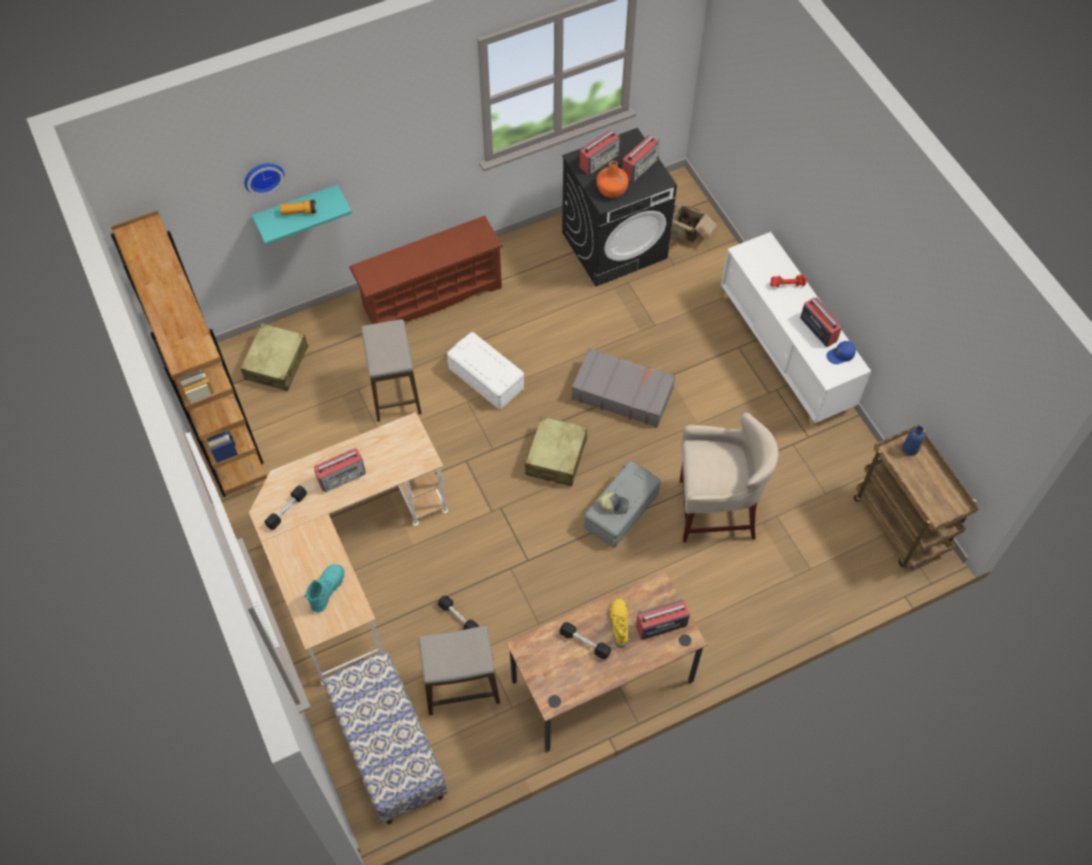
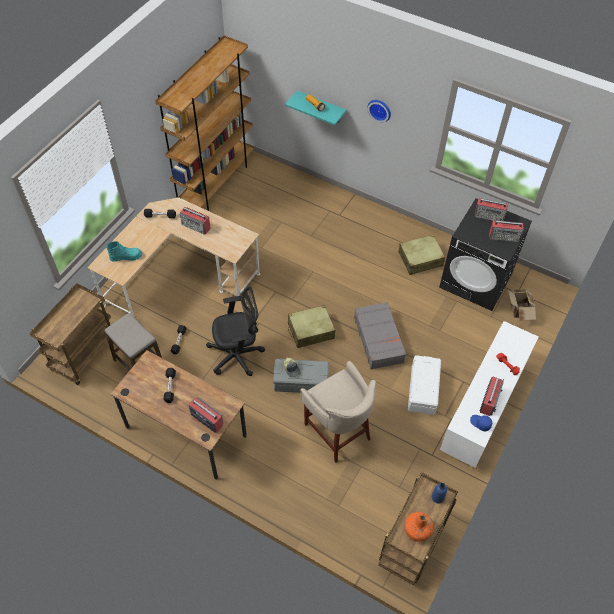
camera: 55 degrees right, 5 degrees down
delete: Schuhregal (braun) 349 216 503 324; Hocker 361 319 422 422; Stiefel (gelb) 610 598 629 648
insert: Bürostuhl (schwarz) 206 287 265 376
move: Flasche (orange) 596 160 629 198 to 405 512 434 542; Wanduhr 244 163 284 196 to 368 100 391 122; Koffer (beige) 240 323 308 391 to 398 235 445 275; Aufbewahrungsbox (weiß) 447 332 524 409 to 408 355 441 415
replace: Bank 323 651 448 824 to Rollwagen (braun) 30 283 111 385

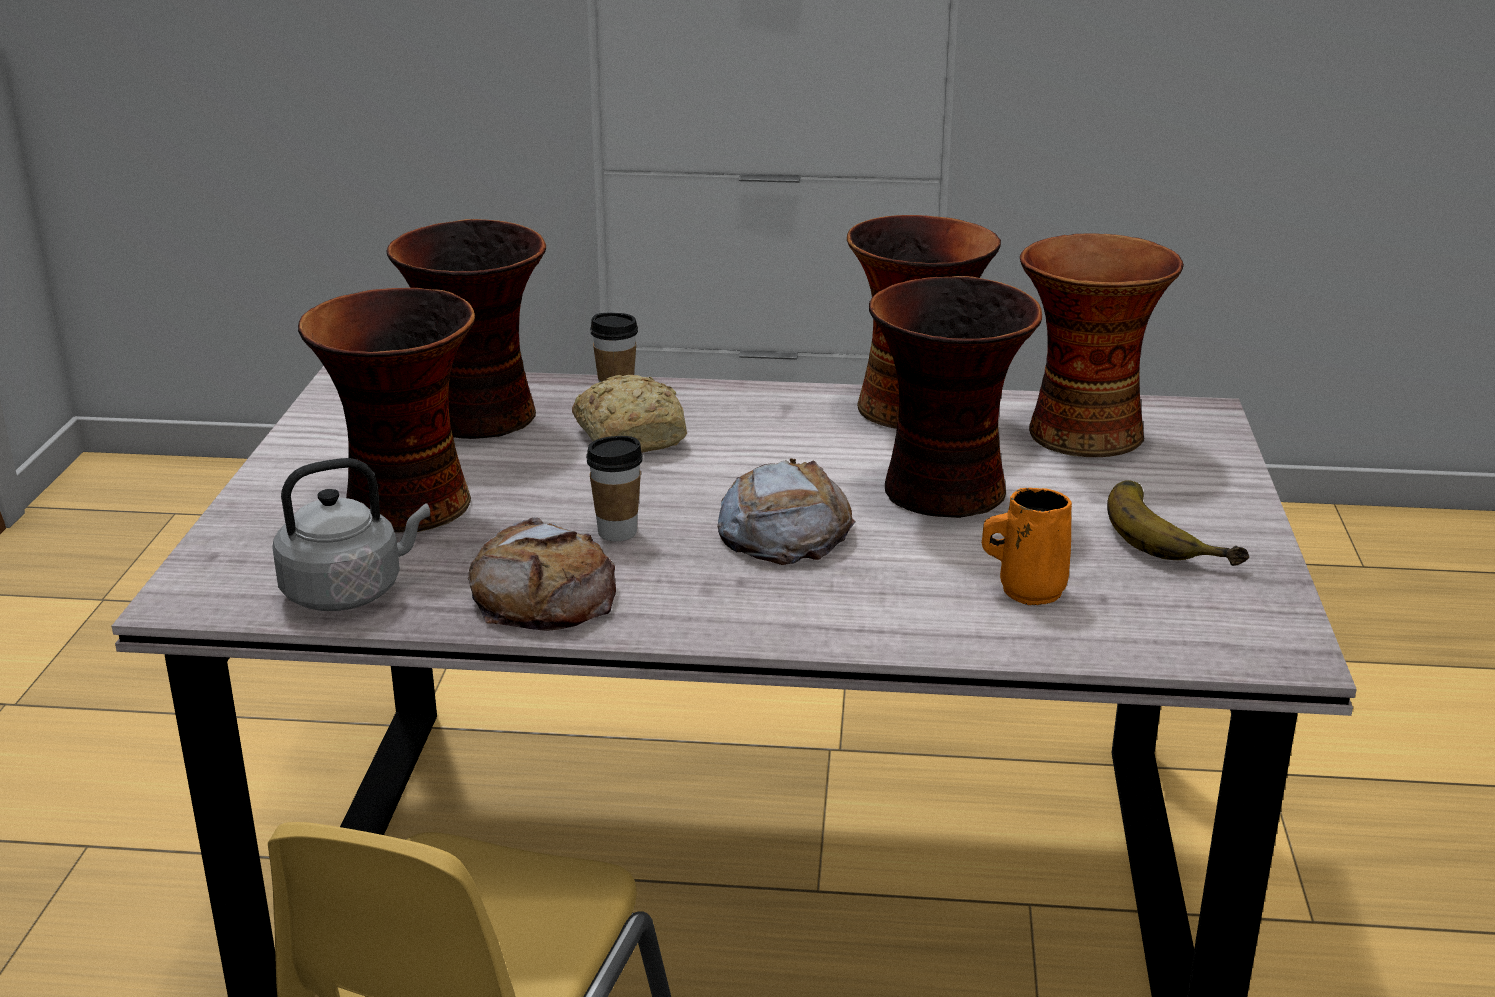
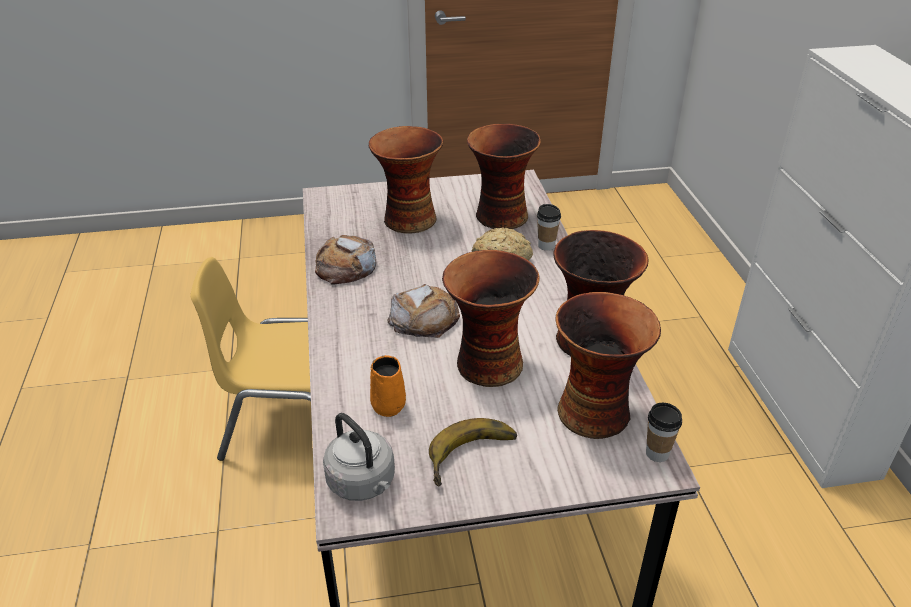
camera: 75 degrees right, 10 degrees up
move: Tasse 586 436 643 541 to 646 403 682 462; Wasserkessel (grau) 272 458 430 611 to 323 413 395 501

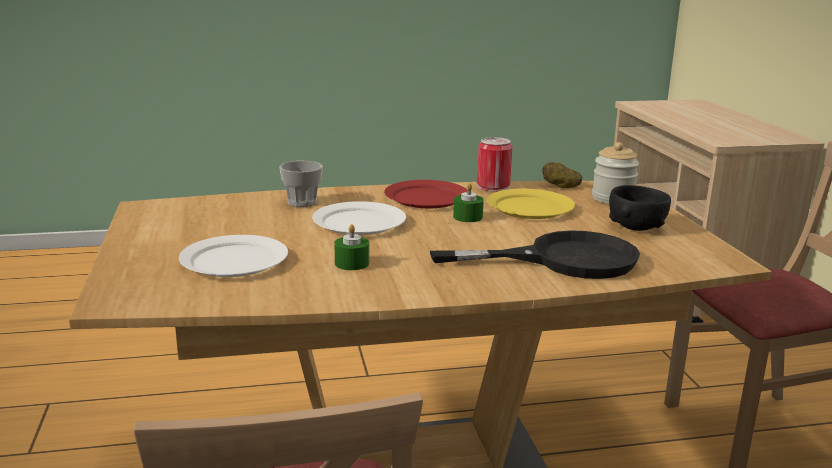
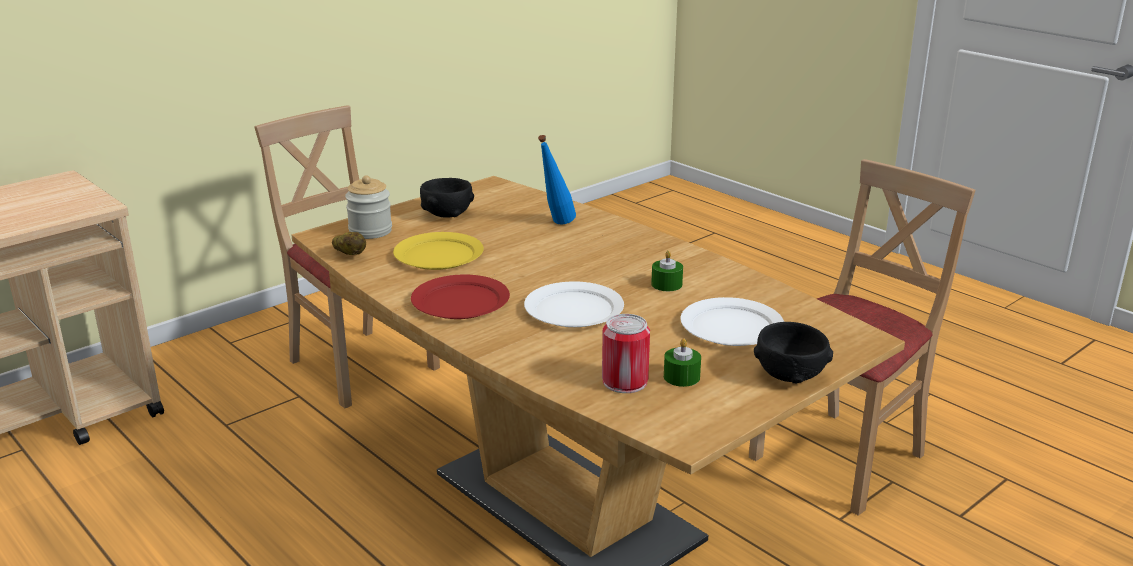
camera: 120 degrees left, 5 degrees up
delete: Tasse 279 161 323 207
insert: Schüssel (schwarz) 754 322 833 384
move: Dose 477 137 512 192 to 602 314 650 393; Kerze (grün) 453 183 484 222 to 664 338 701 387
replace: Pfanne (schwarz) 430 230 640 279 to Flasche (blau) 538 135 576 225

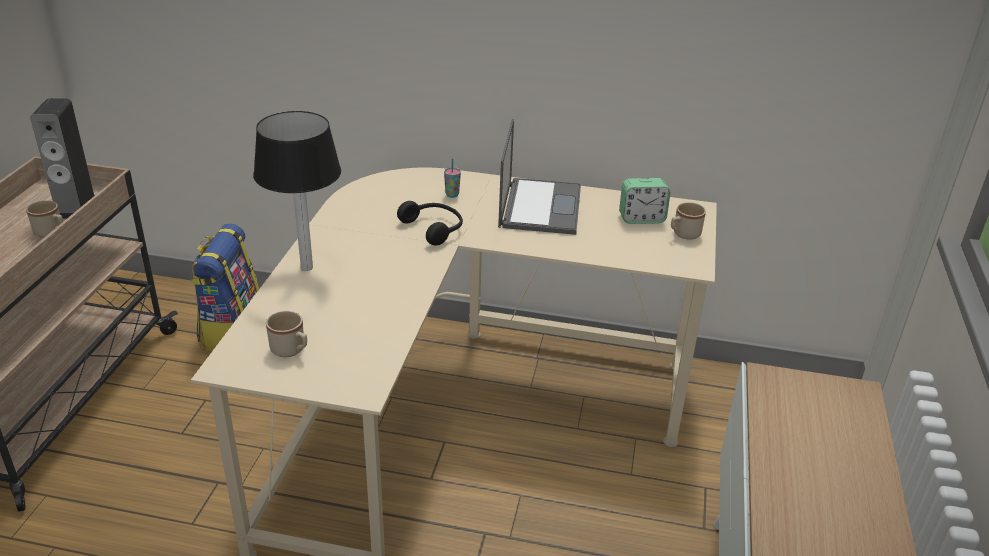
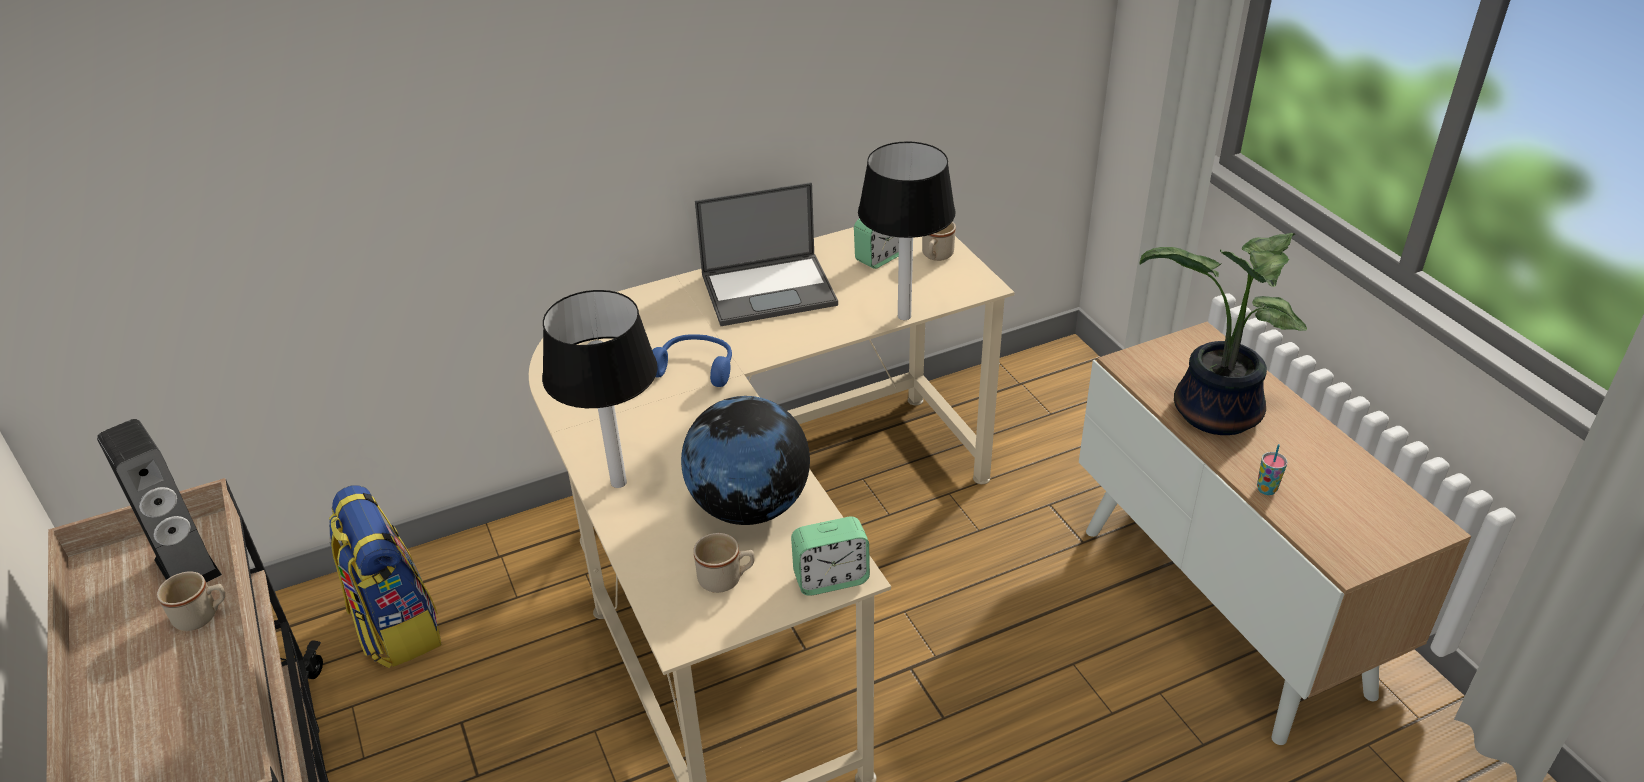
camera: 35 degrees left, 5 degrees up
insert: Tischlampe 858 141 955 320; Topfpflanze 1140 233 1307 435; Globus 681 396 810 525; Wecker 791 517 870 596
move: Tasse 444 158 461 198 to 1257 444 1287 495
recolor: Kopfhörer (schwarz) 397 201 463 246 to Kopfhörer (blau) 652 334 732 387
rotate: Laptop 498 119 581 235 = 695 182 838 326 105 degrees clockwise

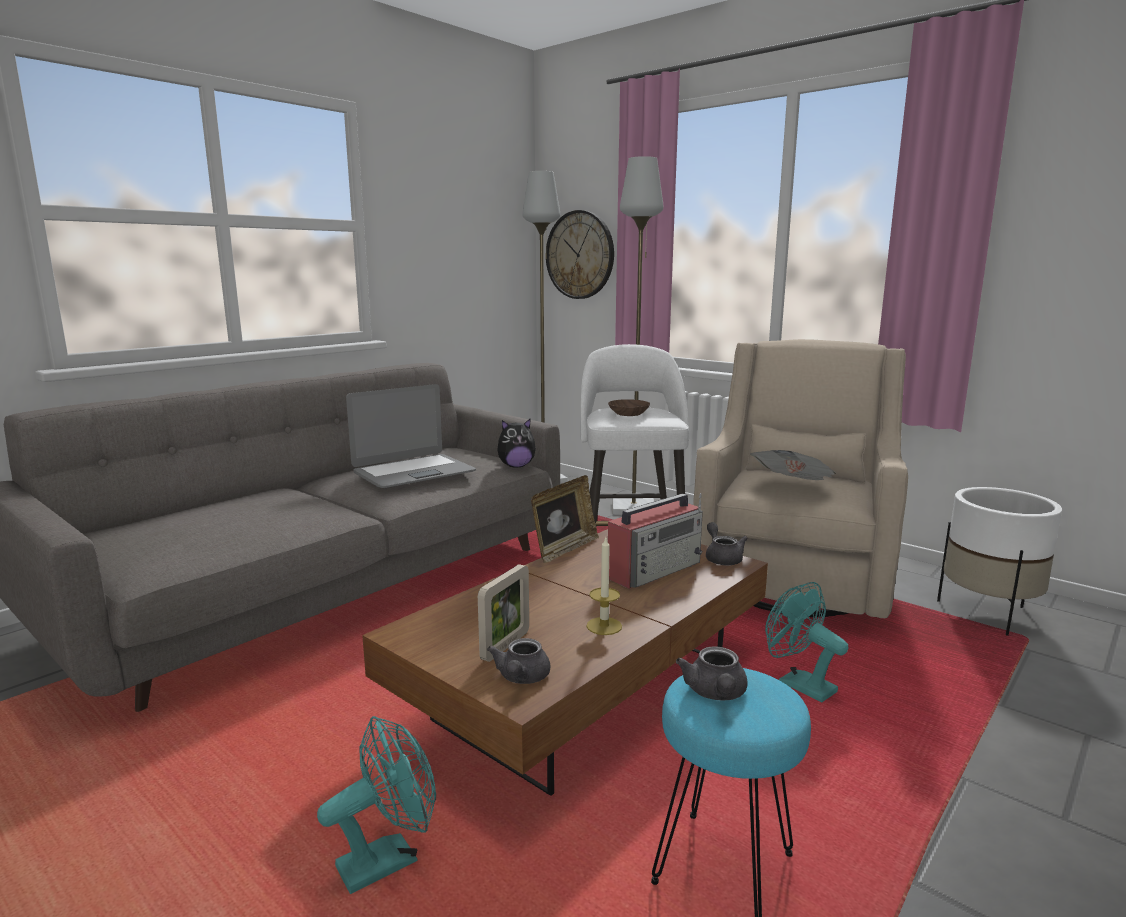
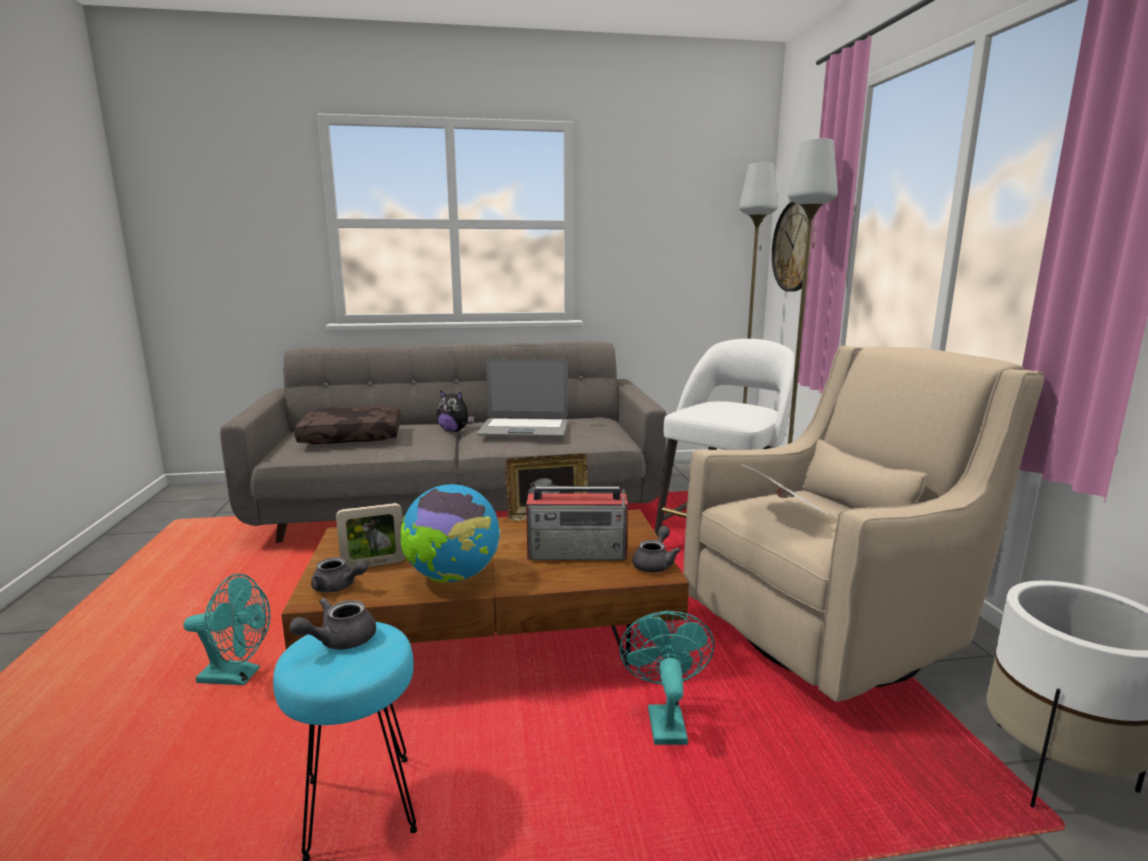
camera: 40 degrees right, 0 degrees up
delete: Schüssel (braun) 608 399 650 416
insert: Kissen (braun) 294 406 401 444
move: Plüschtier 497 418 536 468 to 436 390 474 432
replace: Kerze 586 538 622 635 to Globus 400 484 501 583
rotate: Teekanne (grau) 487 638 551 684 = 311 557 368 593 120 degrees counterclockwise

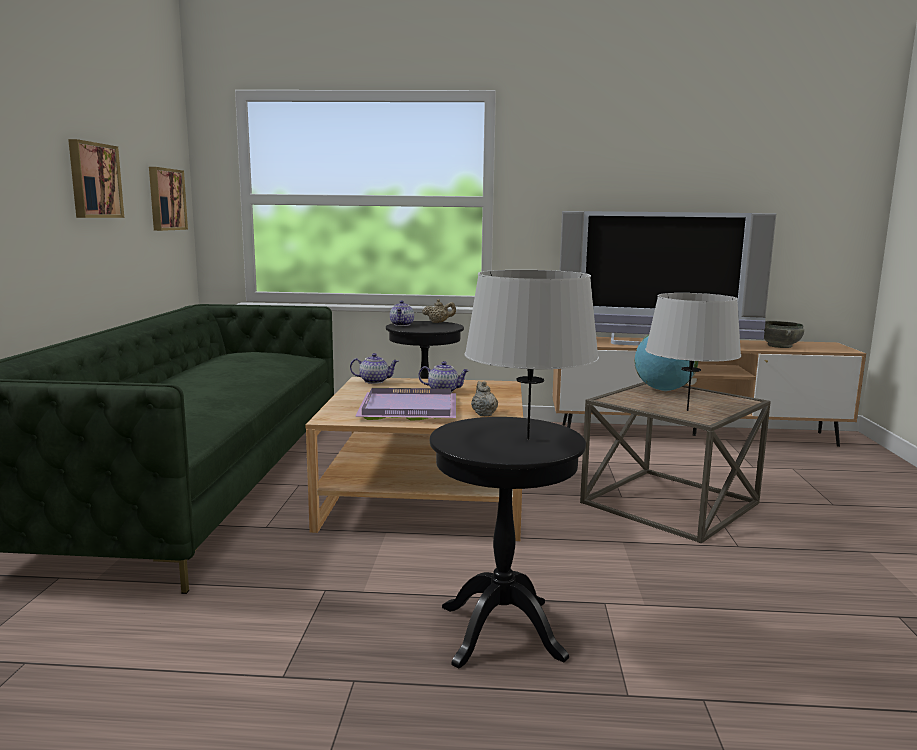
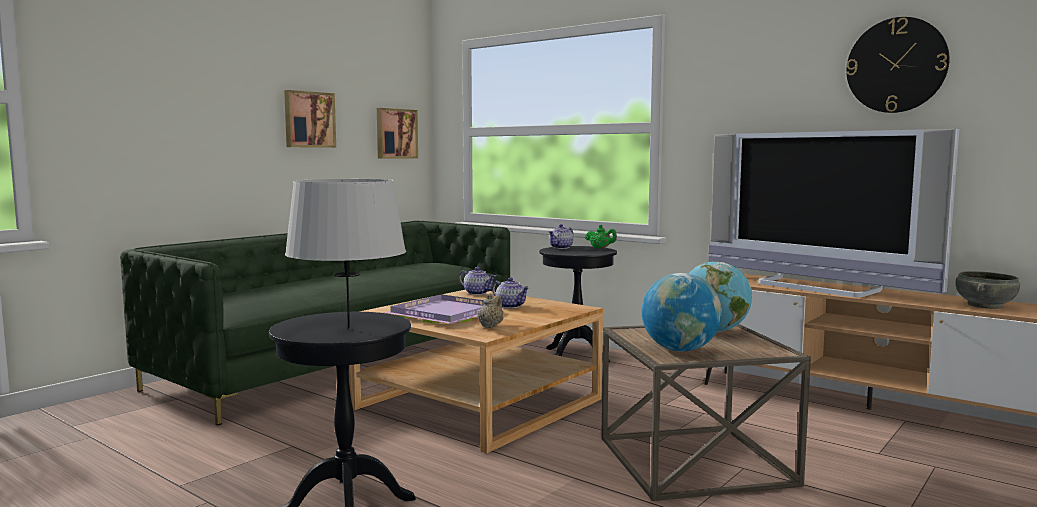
camera: 35 degrees right, 5 degrees down
insert: Wanduhr 846 17 950 113
replace: Tischlampe (grau) 645 293 741 411 to Globus 642 273 722 352
recolor: Teekanne (beige) 422 299 456 323 to Teekanne (grün) 585 225 617 249

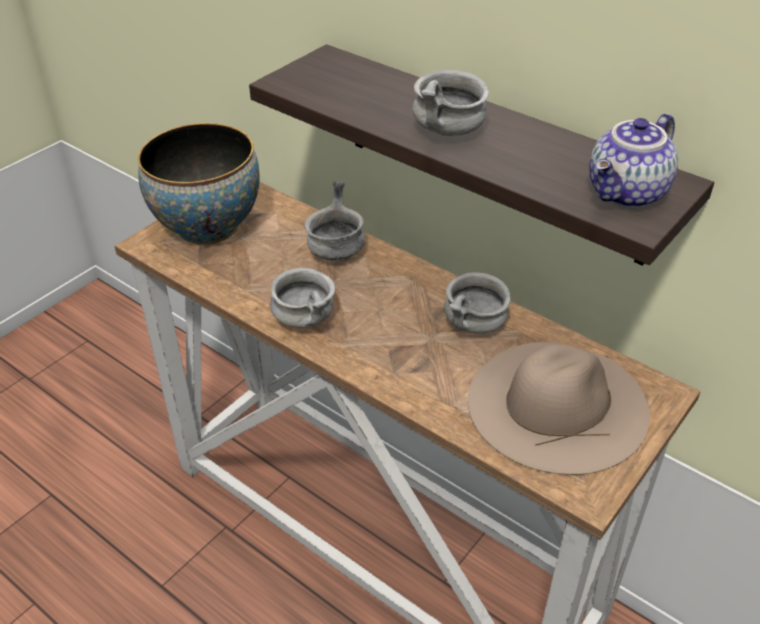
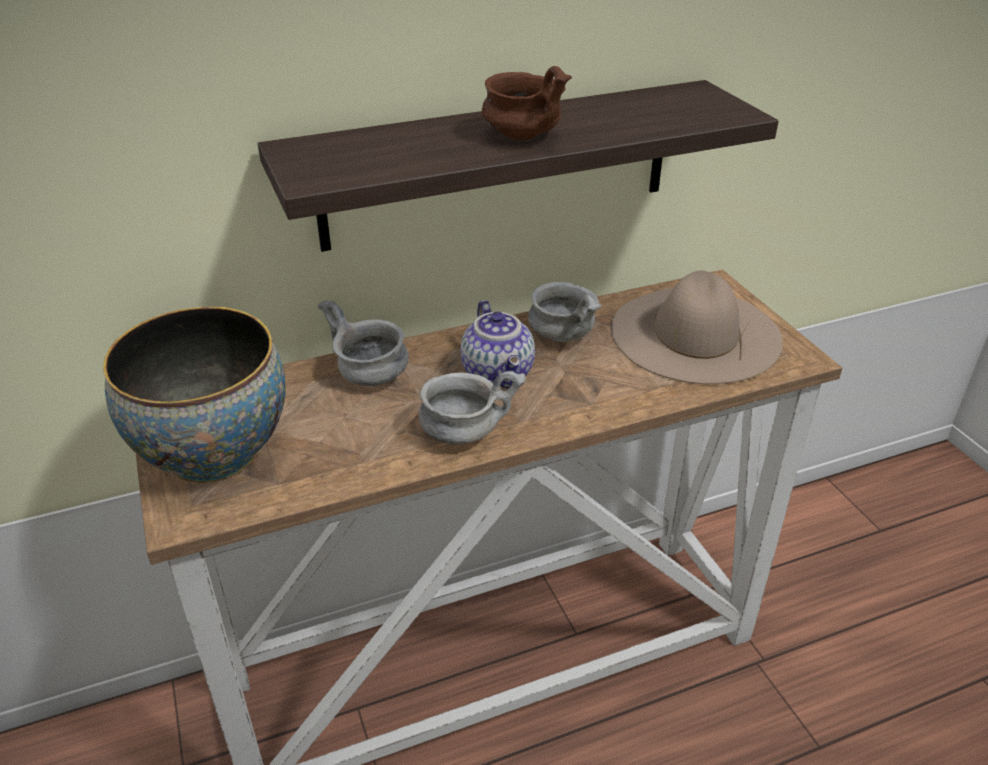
camera: 60 degrees left, 5 degrees down
move: Teekanne 589 113 678 208 to 461 300 535 389
recolor: Schüssel (grau) 412 70 489 136 to Schüssel (braun) 482 66 572 140

